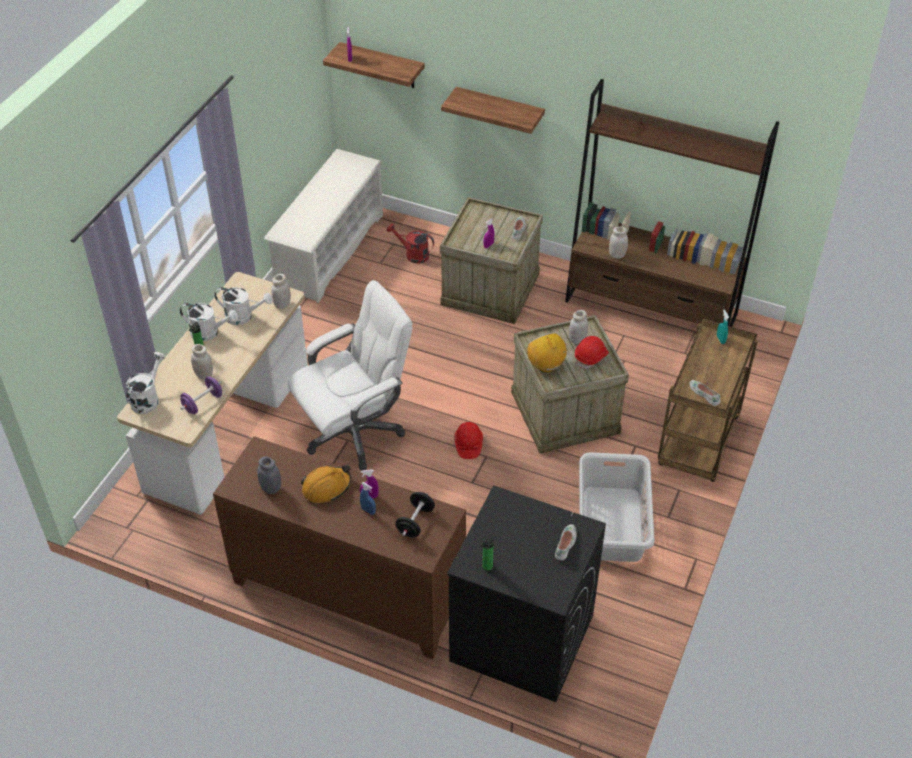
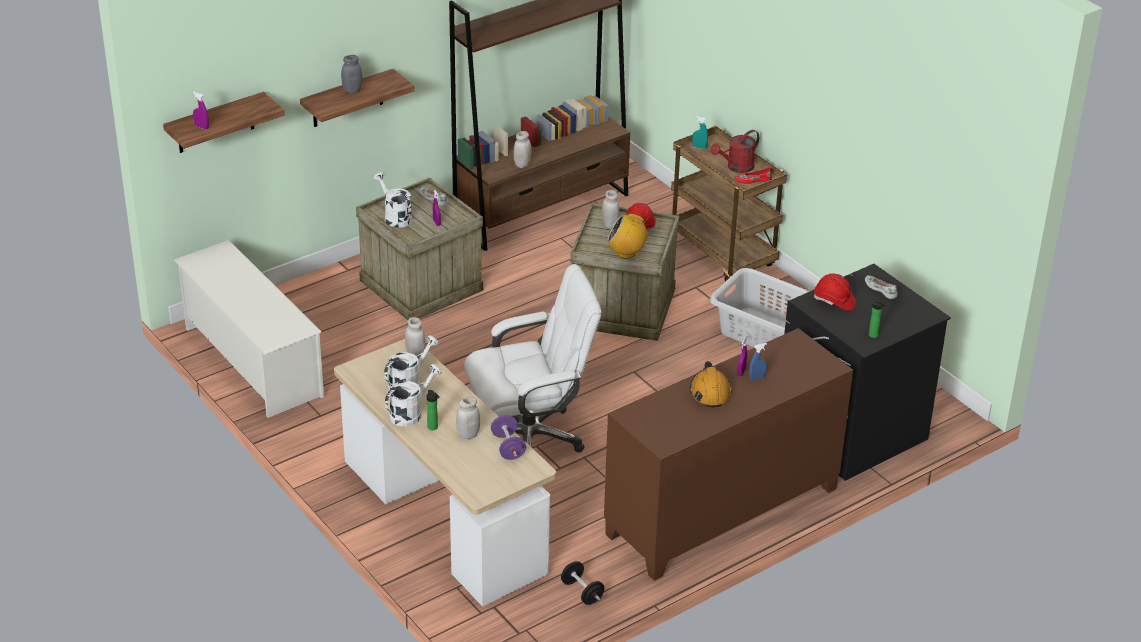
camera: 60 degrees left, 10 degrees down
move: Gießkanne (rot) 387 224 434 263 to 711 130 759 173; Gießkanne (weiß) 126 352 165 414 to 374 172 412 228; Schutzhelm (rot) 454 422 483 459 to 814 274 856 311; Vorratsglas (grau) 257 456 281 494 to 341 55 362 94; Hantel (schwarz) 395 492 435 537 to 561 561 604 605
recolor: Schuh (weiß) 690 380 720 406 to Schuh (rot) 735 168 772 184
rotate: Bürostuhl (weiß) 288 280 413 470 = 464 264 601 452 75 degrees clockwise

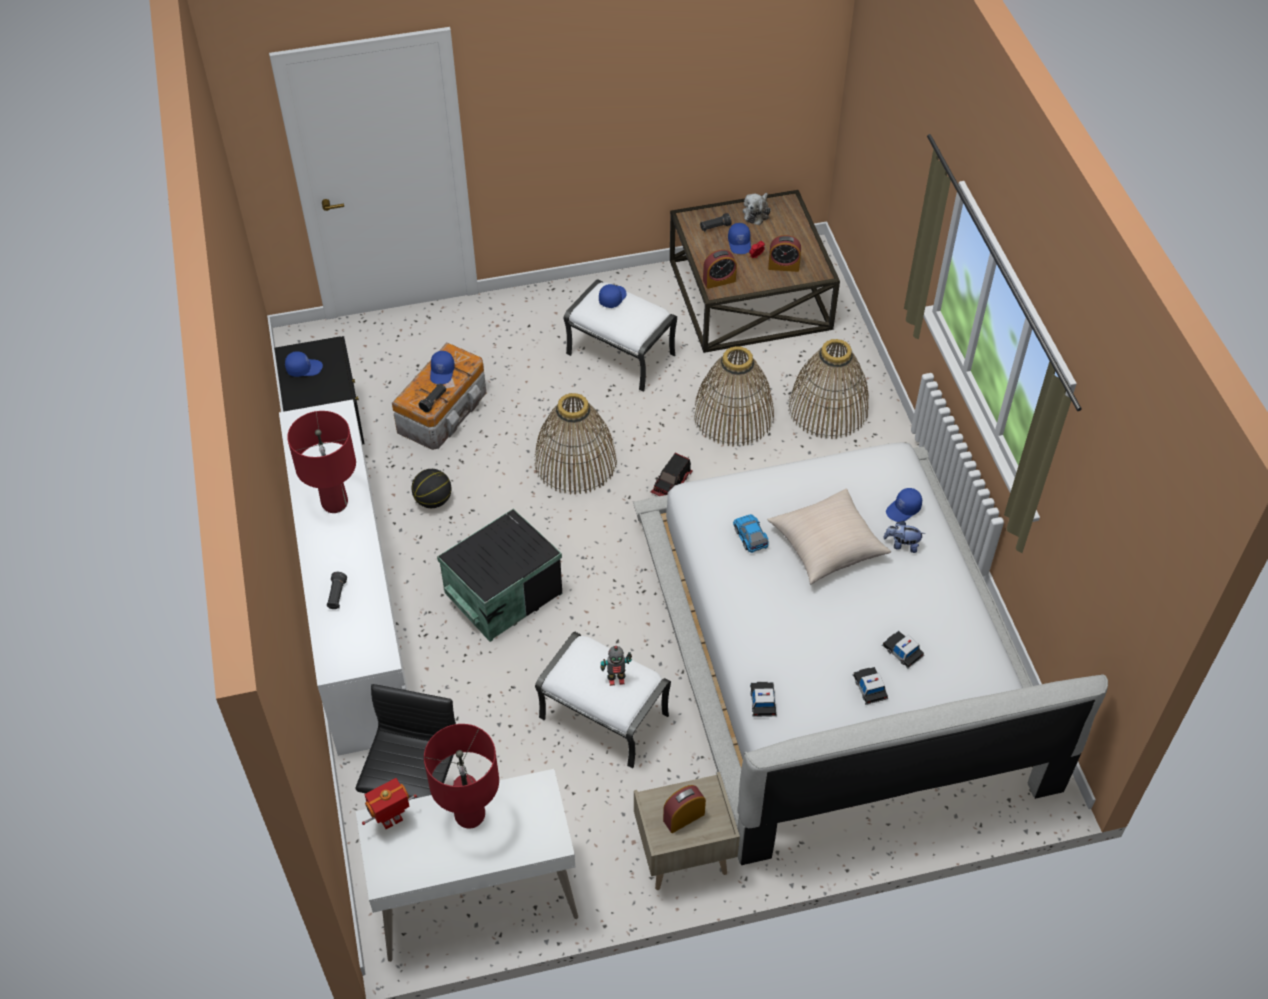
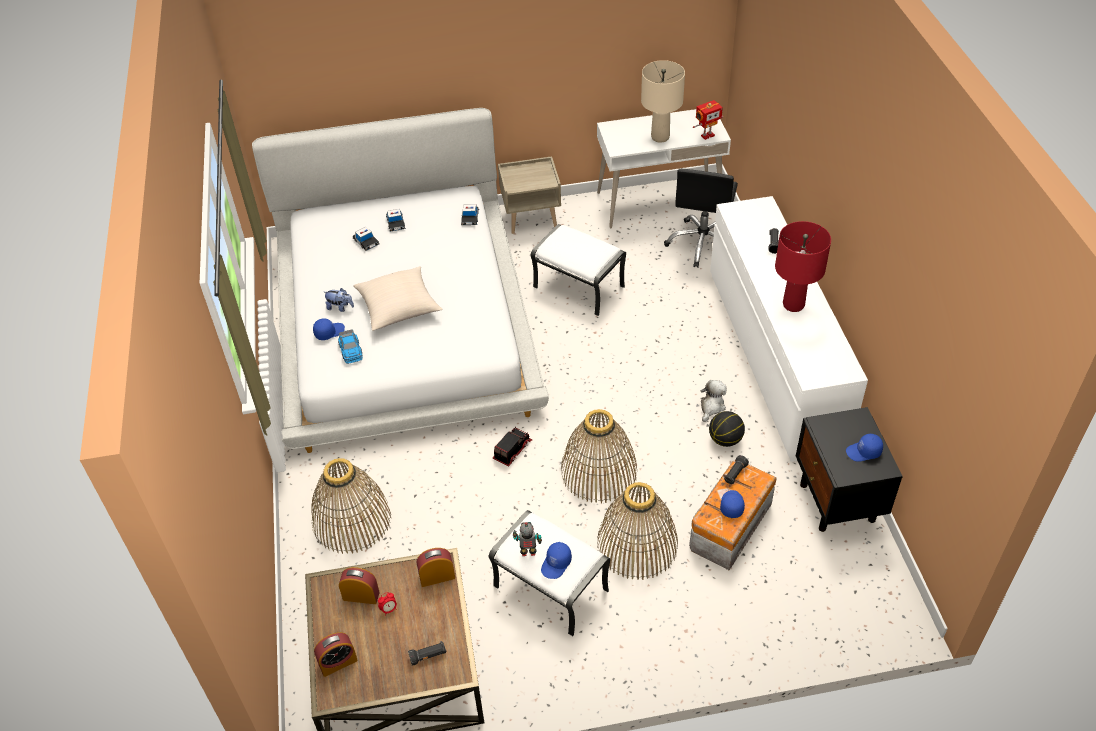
camera: 175 degrees left, 5 degrees down
delete: Kappe (blau) 728 223 751 254; Aufbewahrungsbox (schwarz) 437 509 562 642
move: Plüschtier 743 193 771 225 to 700 380 727 422; Korb 693 346 774 447 to 597 482 678 580; Spielzeugauto 733 514 769 553 to 338 330 363 364; Spielzeugroboter 600 646 632 686 to 513 522 542 556; Wecker 663 785 706 833 to 314 632 358 677
recolor: Tischlampe (rot) 424 724 499 829 to Tischlampe (beige) 641 60 685 143

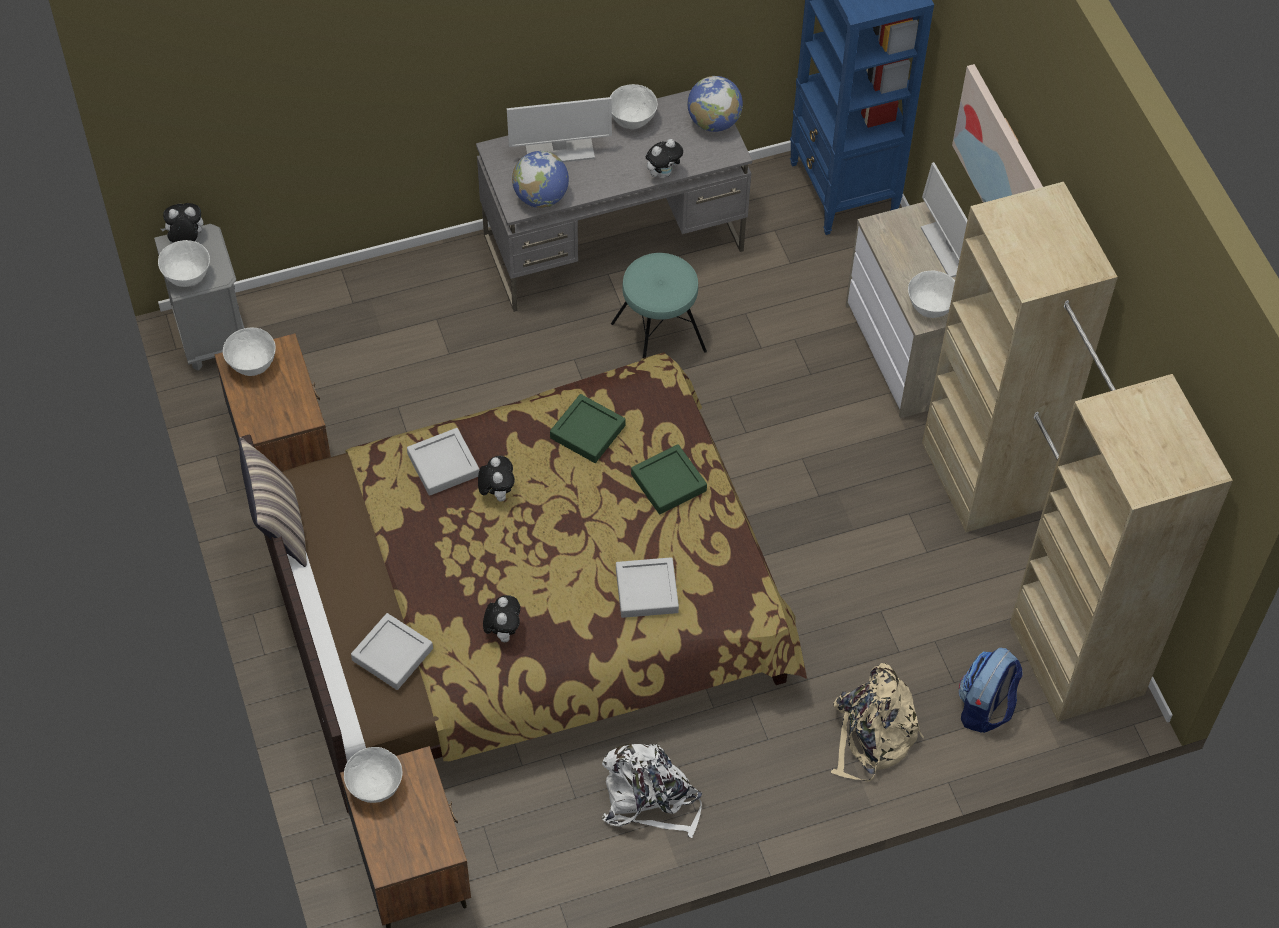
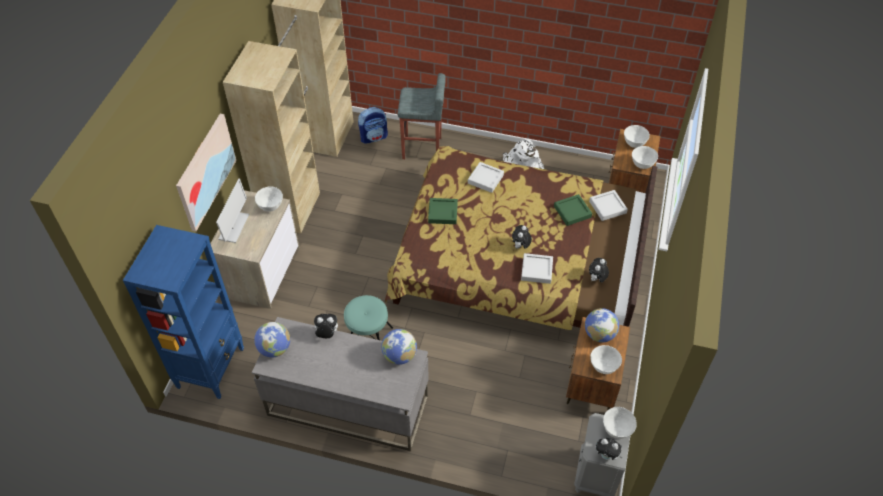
camera: 145 degrees left, 5 degrees down
delete: Monitor 507 97 612 162; Kissen 239 437 307 567
insert: Globus 585 308 619 342
move: Schüssel (weiß) 610 84 658 129 to 624 125 650 148; Tablett (grün) 550 394 626 463 to 554 194 592 226; Plüschtier 483 595 520 642 to 589 258 609 282
replace: Rucksack (beige) 831 663 924 781 to Hocker (grau) 398 73 446 159

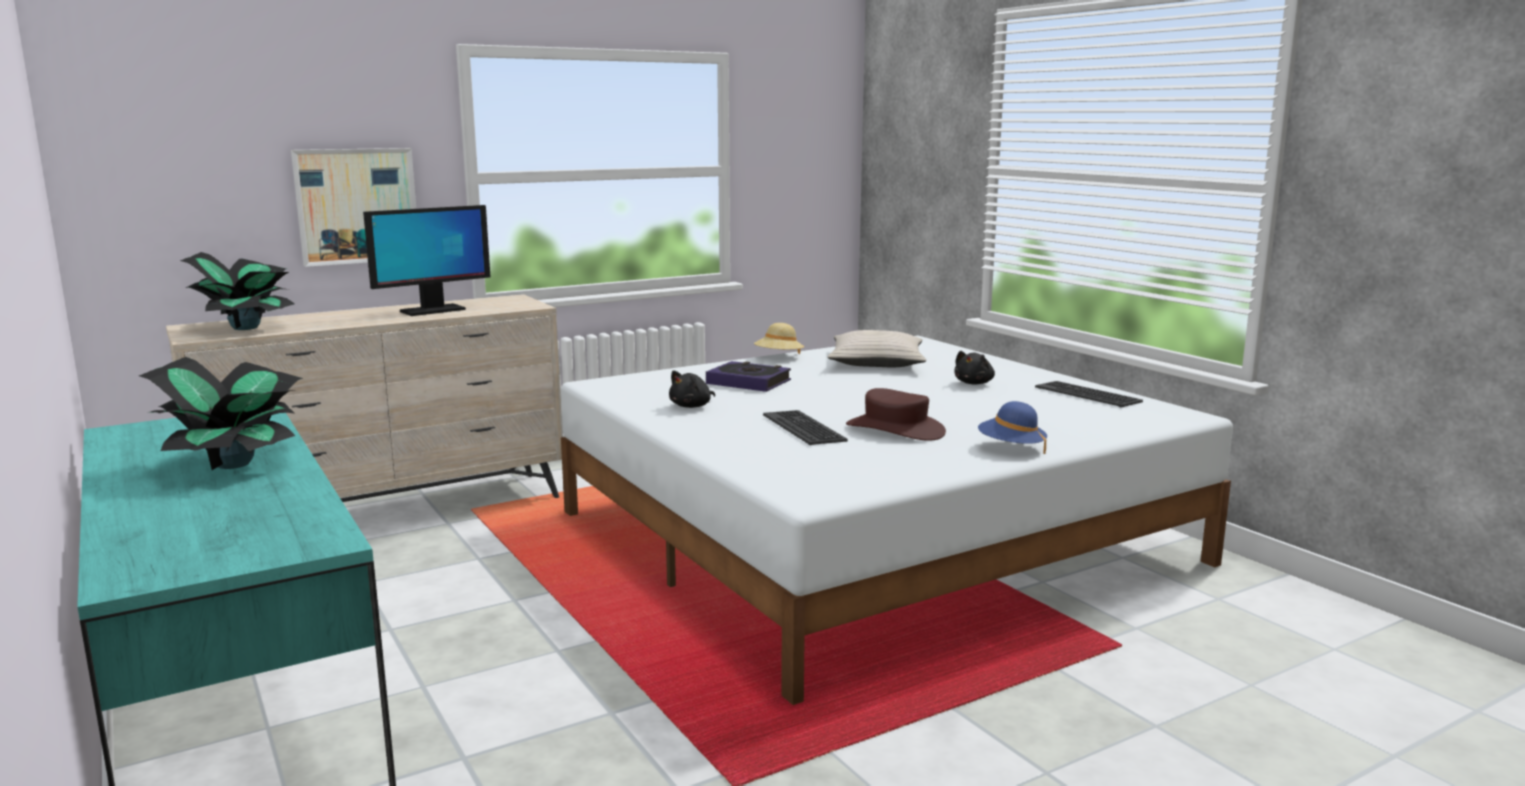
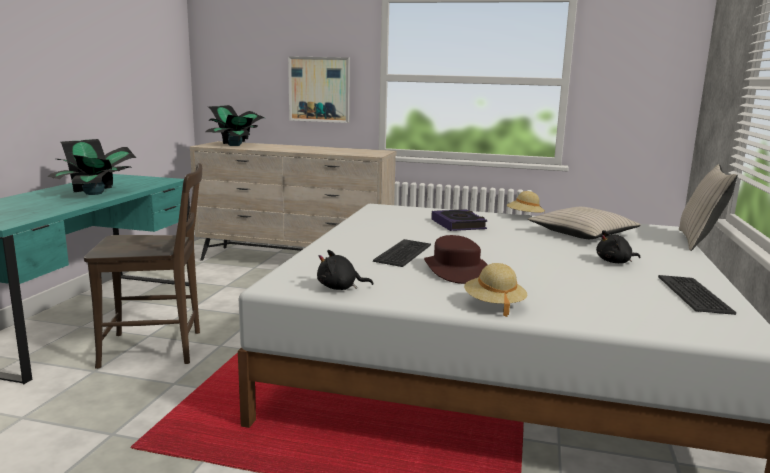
camera: 45 degrees right, 0 degrees up
delete: Monitor 363 205 491 316
insert: Stuhl (braun) 84 163 202 369; Kissen (beige) 679 164 738 251
move: Plüschtier (schwarz) 669 370 715 408 to 317 250 373 290
recolor: Hut (blau) 978 401 1047 454 to Hut (beige) 464 263 527 317

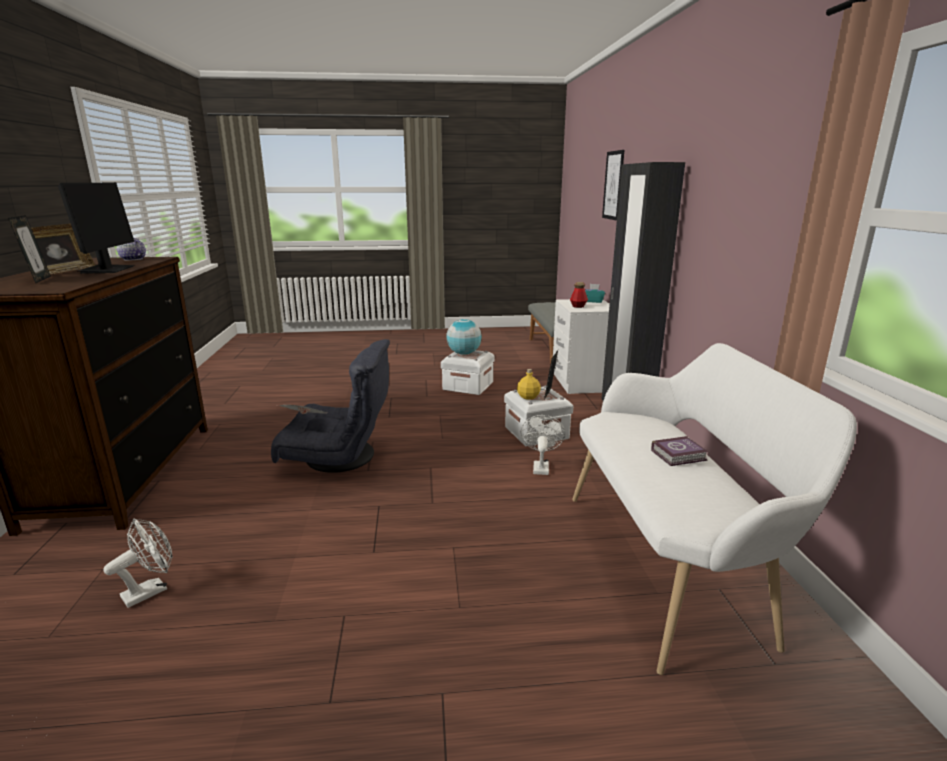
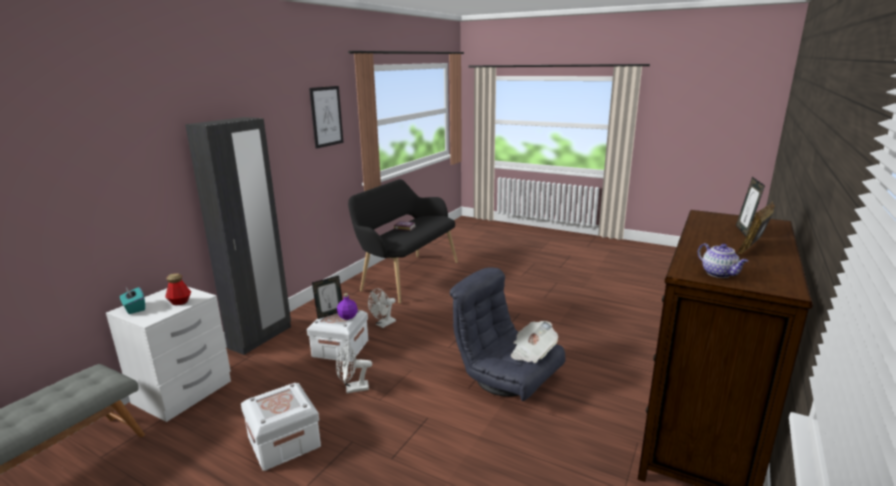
camera: 145 degrees left, 0 degrees up
delete: Monitor 58 182 135 274; Globus 446 319 482 355
move: Bild 602 150 624 221 to 309 86 343 149; Ventilator (weiß) 103 519 173 608 to 336 344 372 393
recolor: Bank (weiß) 572 343 857 675 to Bank (schwarz) 348 179 458 304; Flasche (gelb) 517 369 541 400 to Flasche (lila) 337 293 358 320

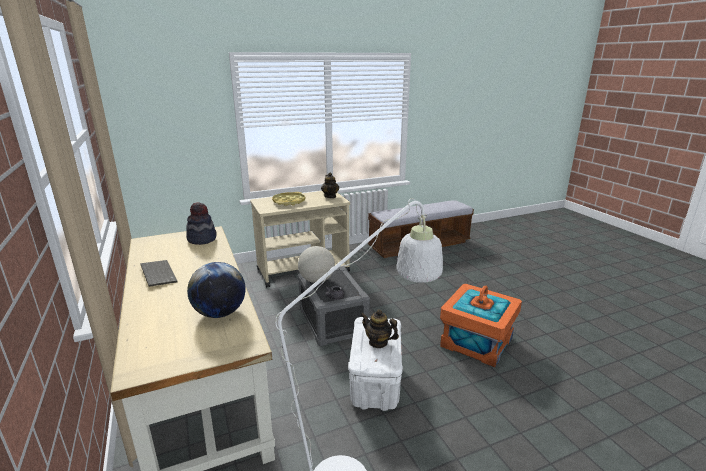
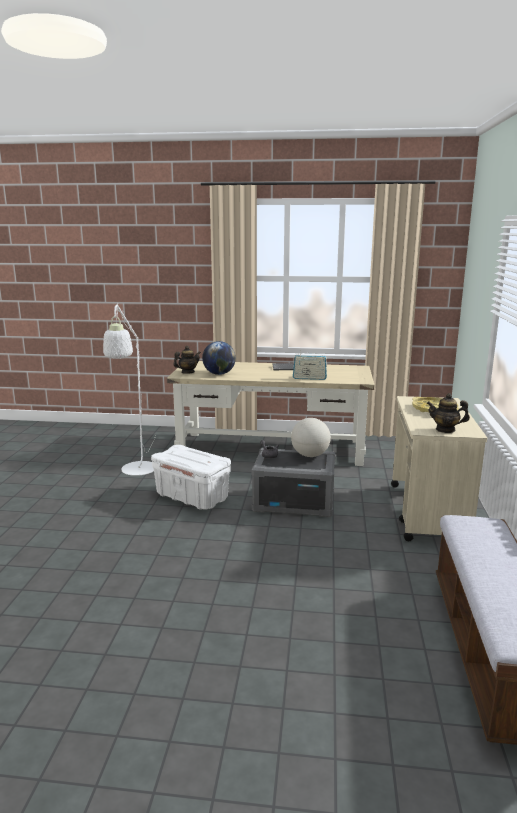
camera: 120 degrees right, 5 degrees down
delete: Hut 186 202 217 245; Aufbewahrungsbox (orange) 440 284 522 367
insert: Radio 293 350 327 380
move: Teekanne 361 309 399 348 to 173 346 201 374

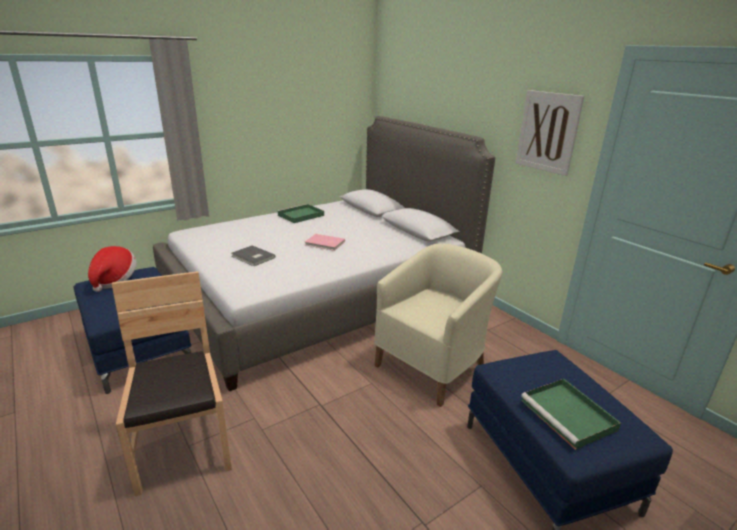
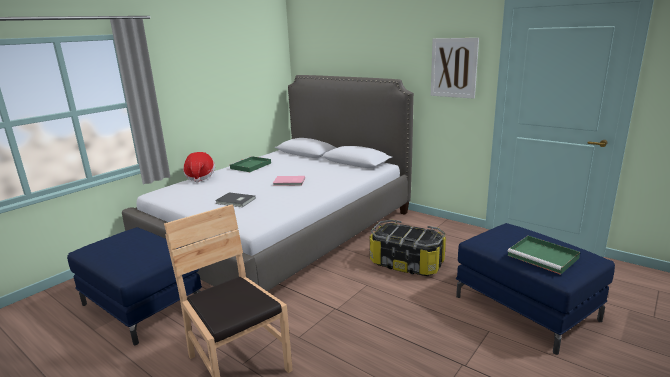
camera: 15 degrees left, 5 degrees down
move: Hut 88 246 137 292 to 183 152 215 182
replace: Sessel (beige) 374 243 503 407 to Aufbewahrungsbox 370 220 446 276

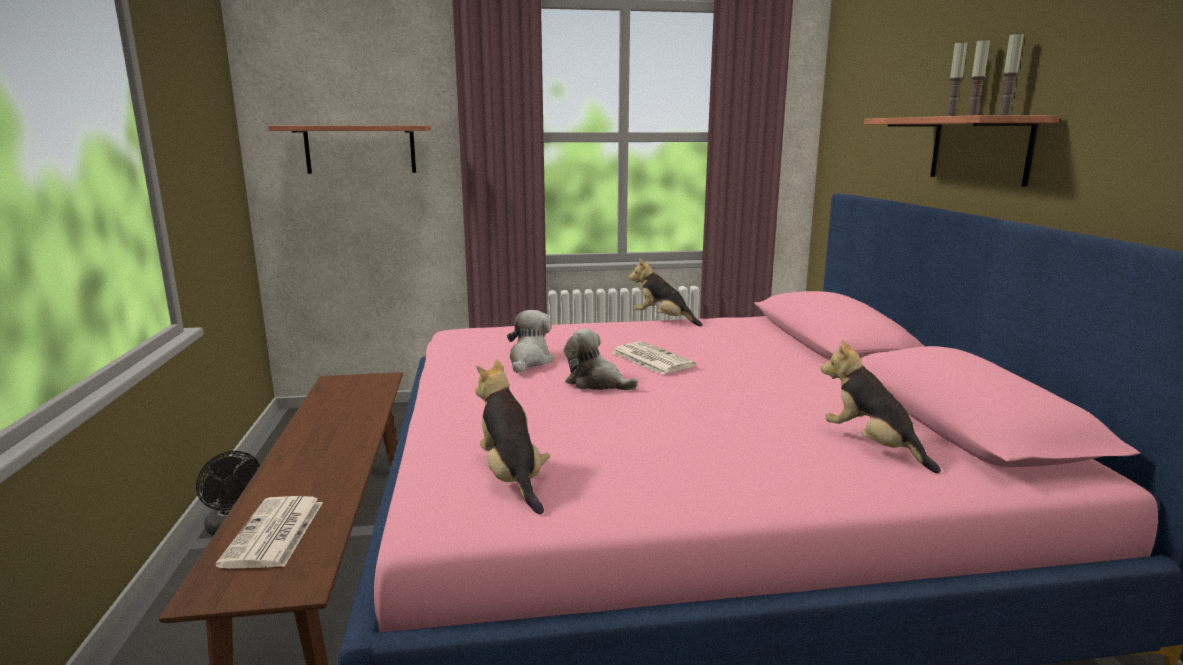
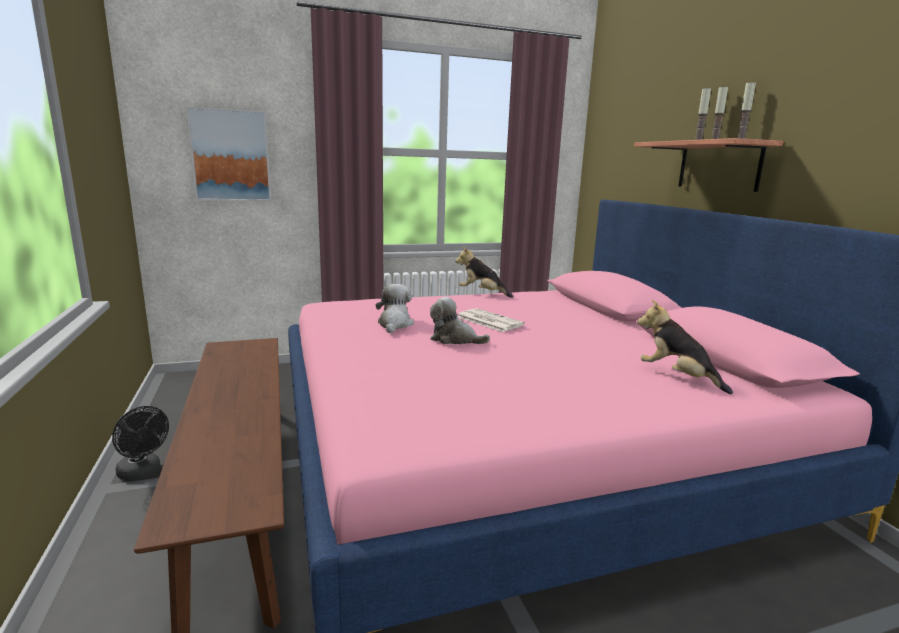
camera: 10 degrees left, 0 degrees up
delete: Plüschtier 475 359 550 514; Zeitung 216 496 323 569
replace: Wandregal 268 126 431 174 to Bild 186 107 271 201

